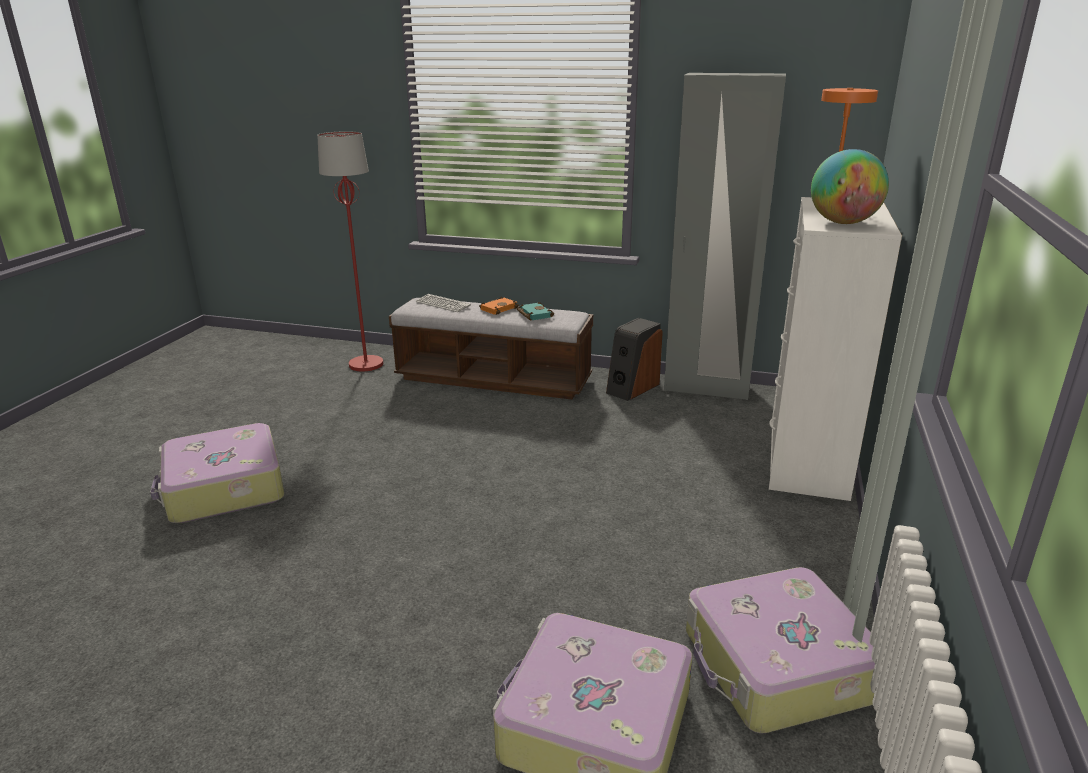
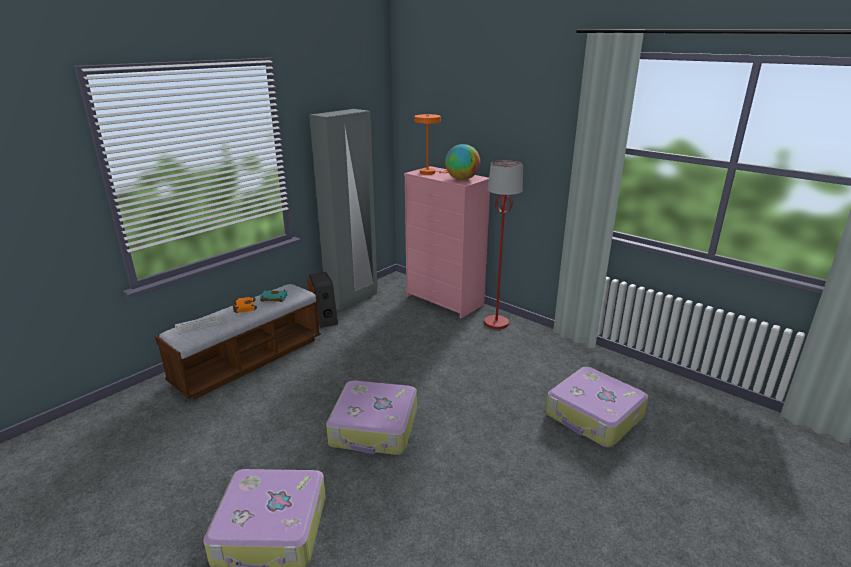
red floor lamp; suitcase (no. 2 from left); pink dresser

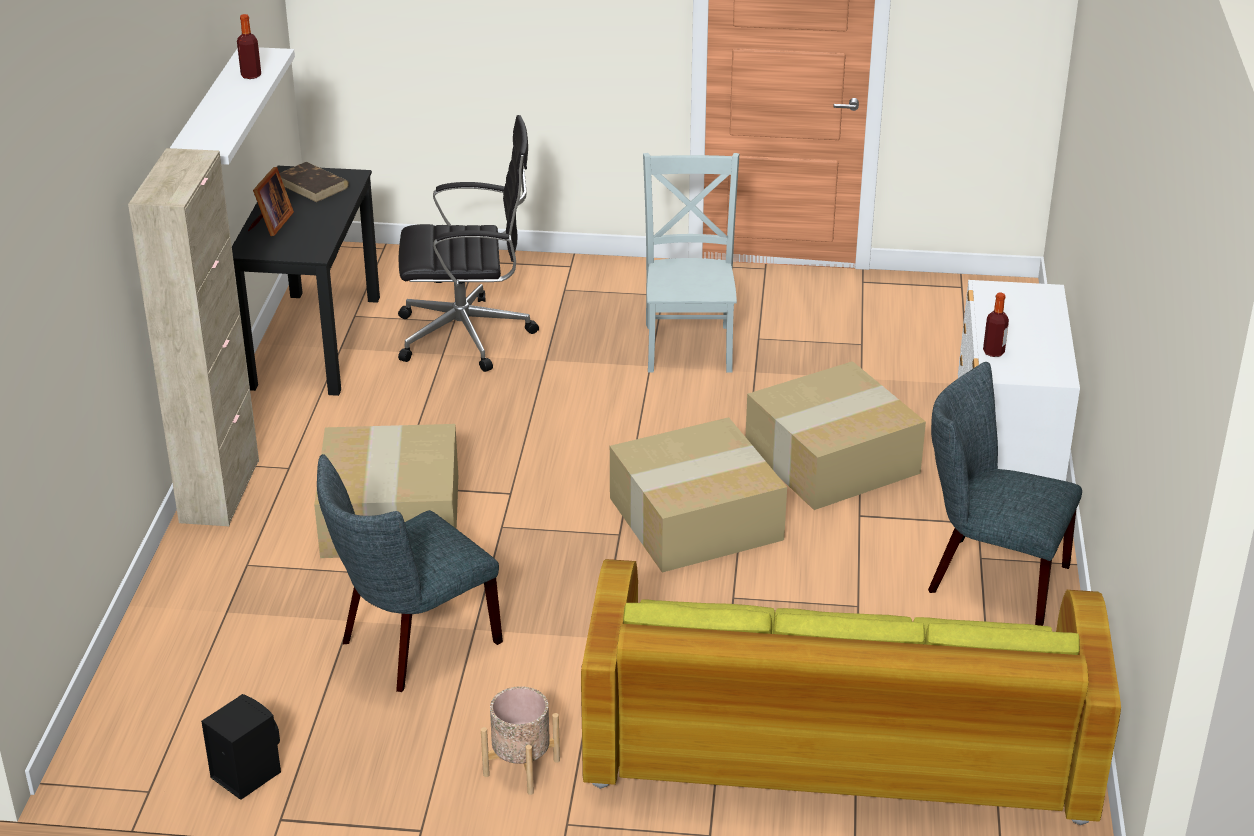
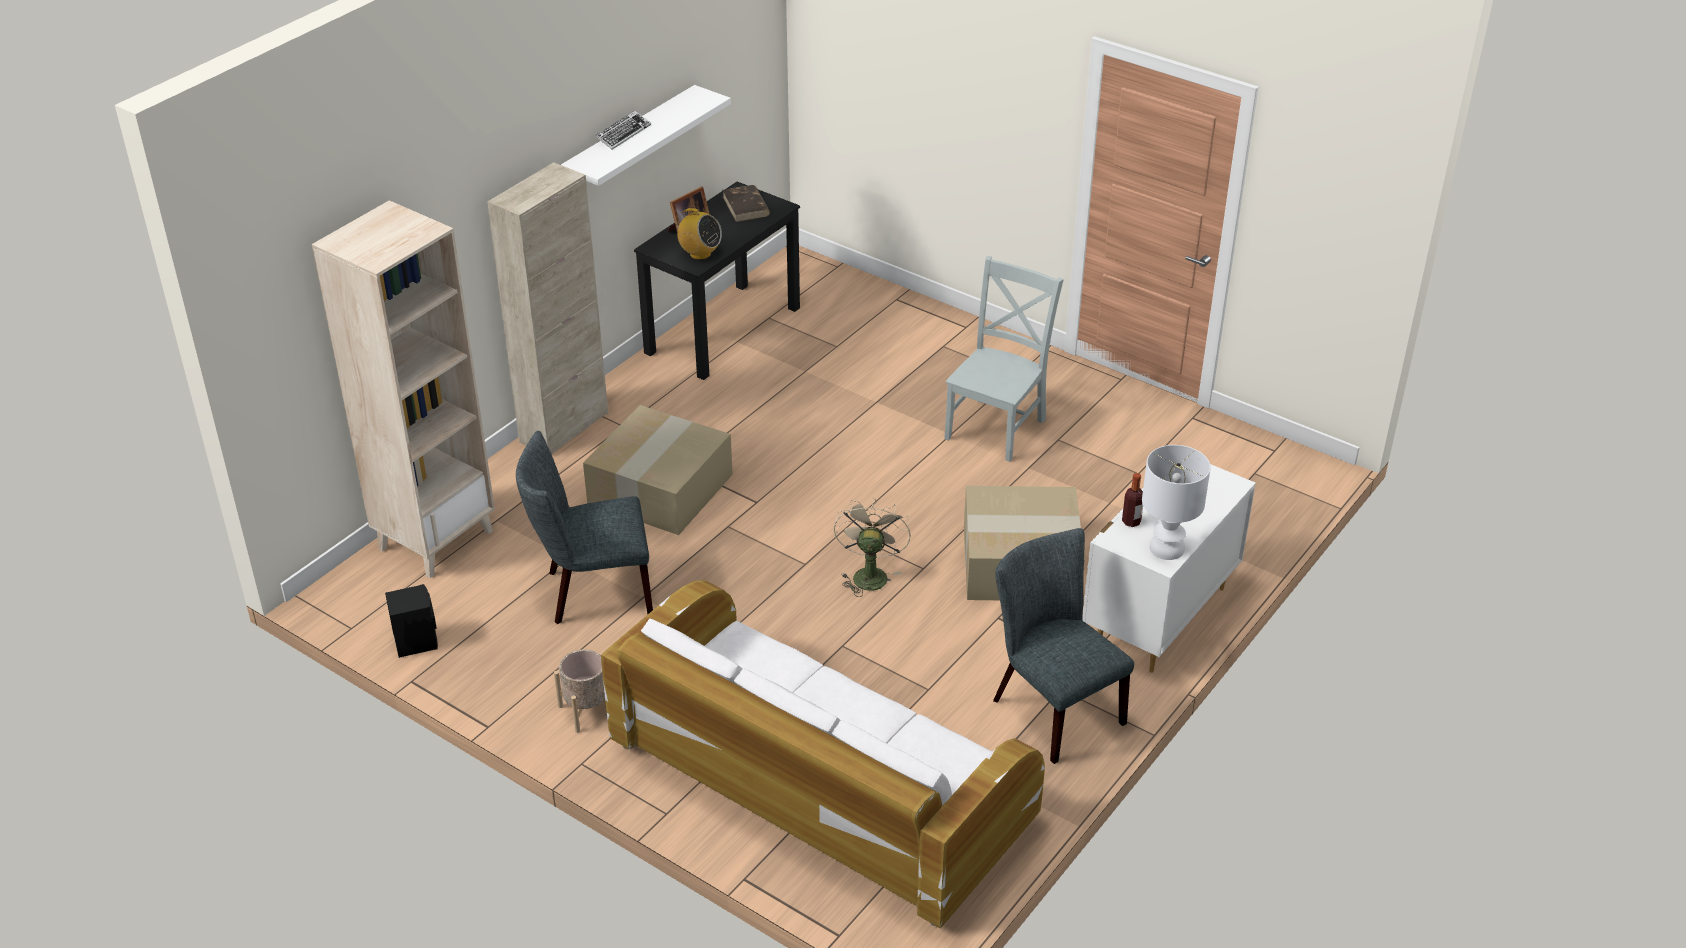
bottle (no. 1 from left in the first image); black office chair; beige bookcase; keyboard; radio; white table lamp; beige fan; white sofa

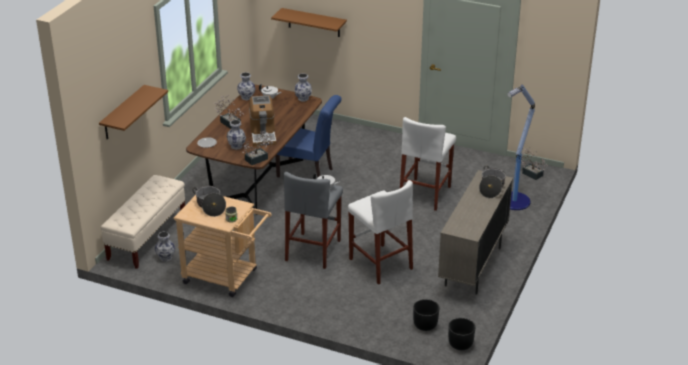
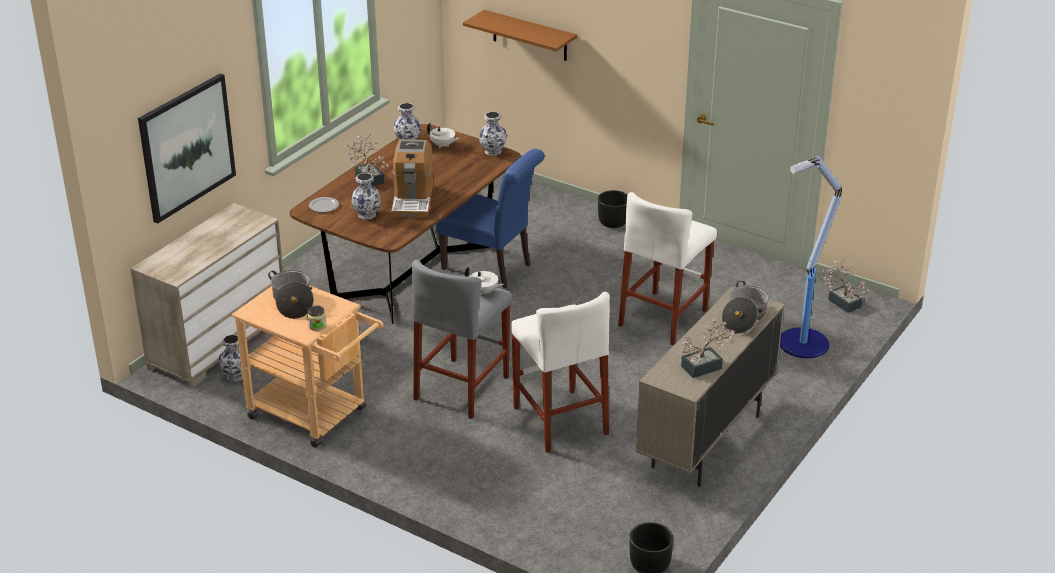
potted plant (no. 2 from left); black planter (no. 1 from left); picture; beige dresser

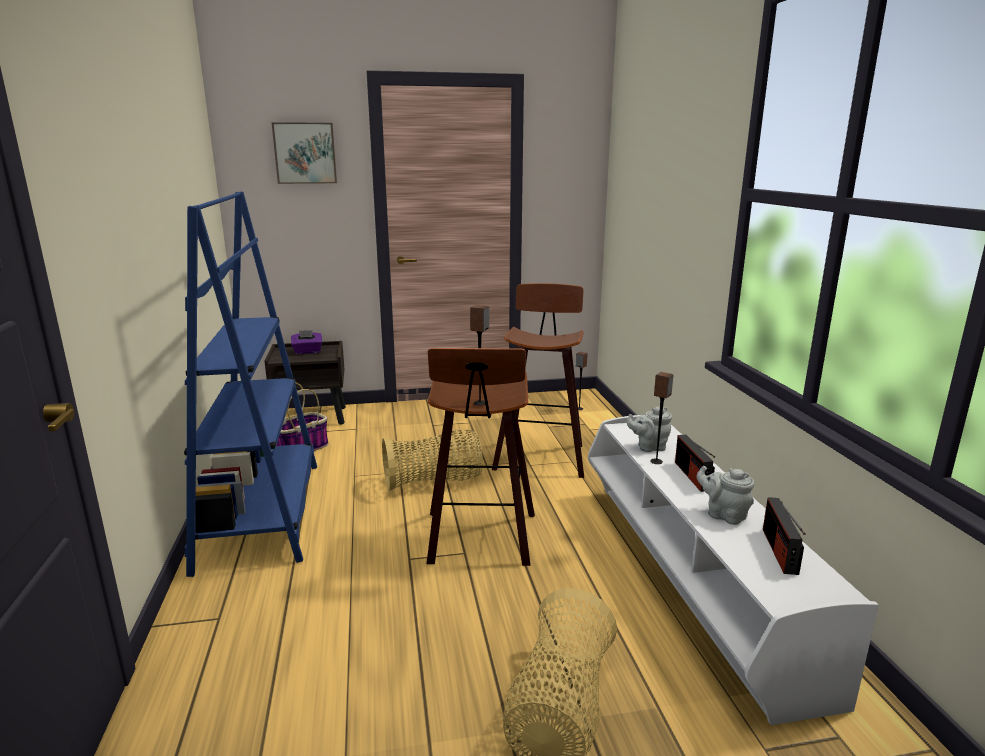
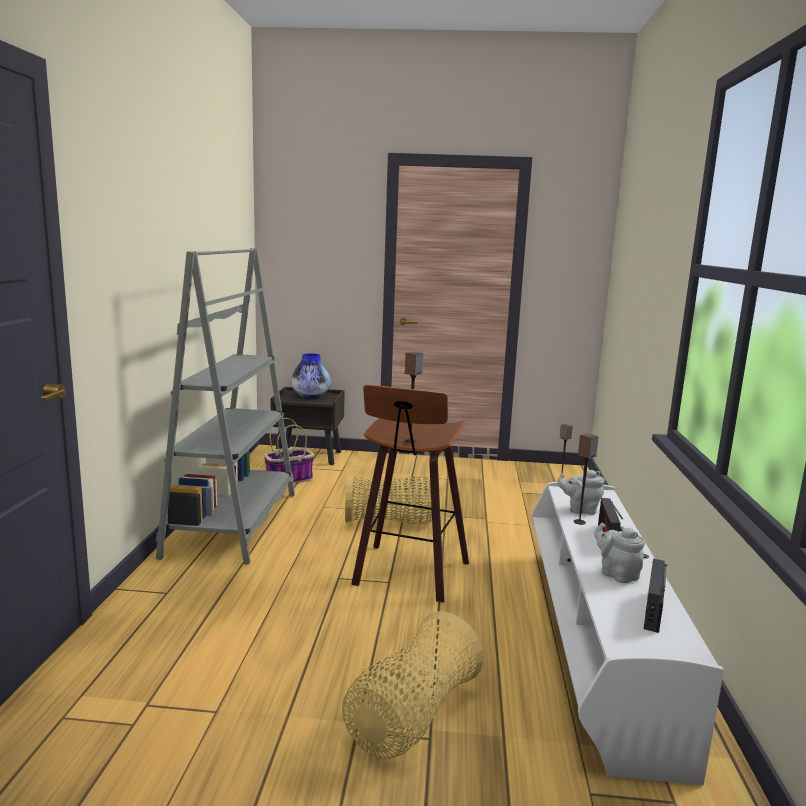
picture; stool (no. 2 from left in the first image); vase; grey bookcase

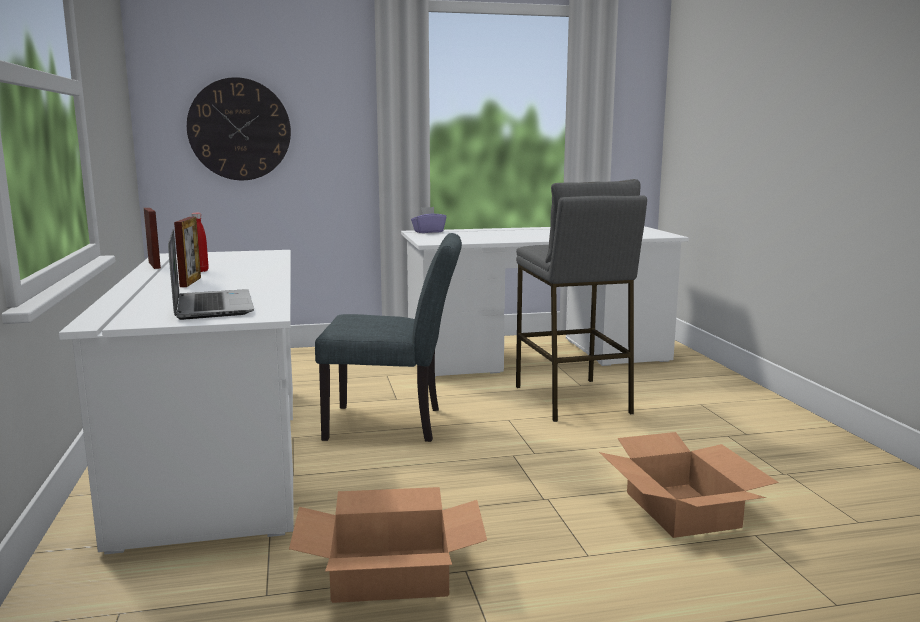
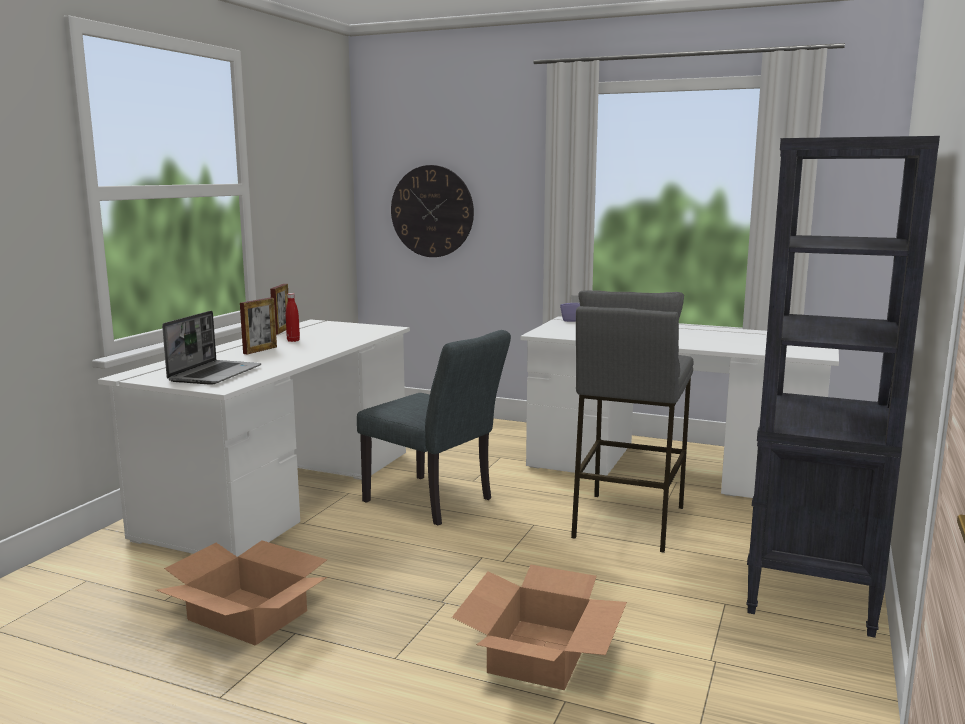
black bookcase

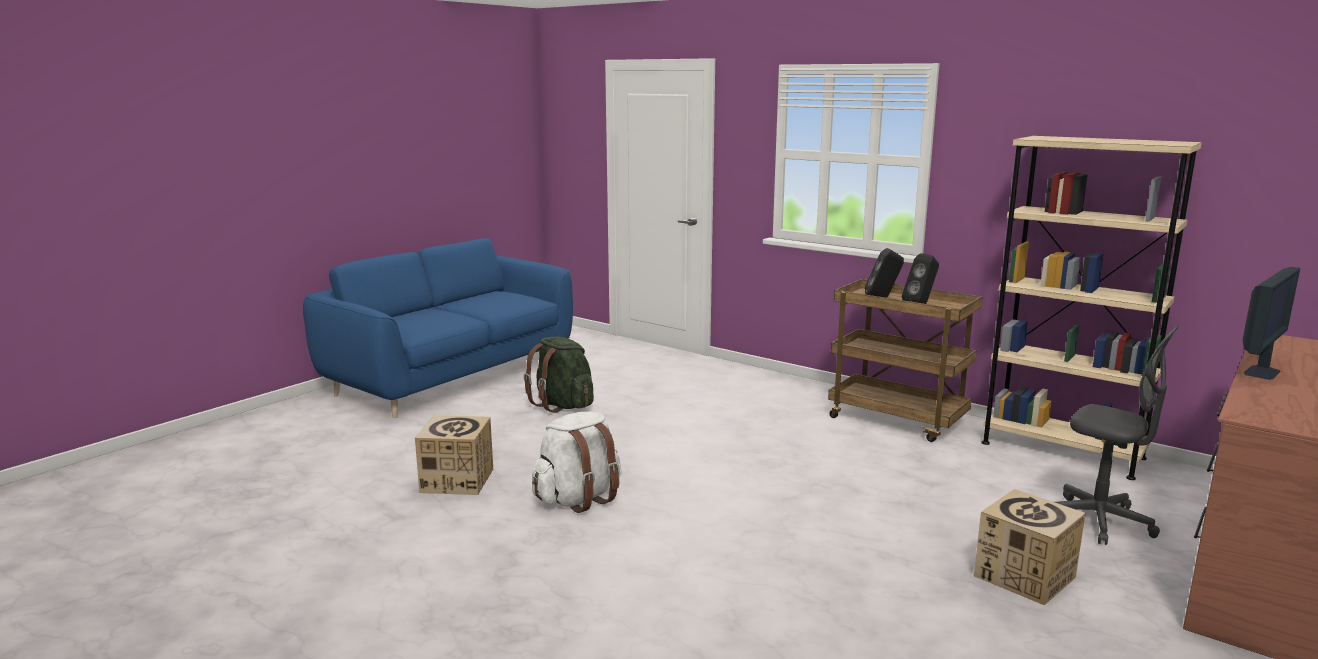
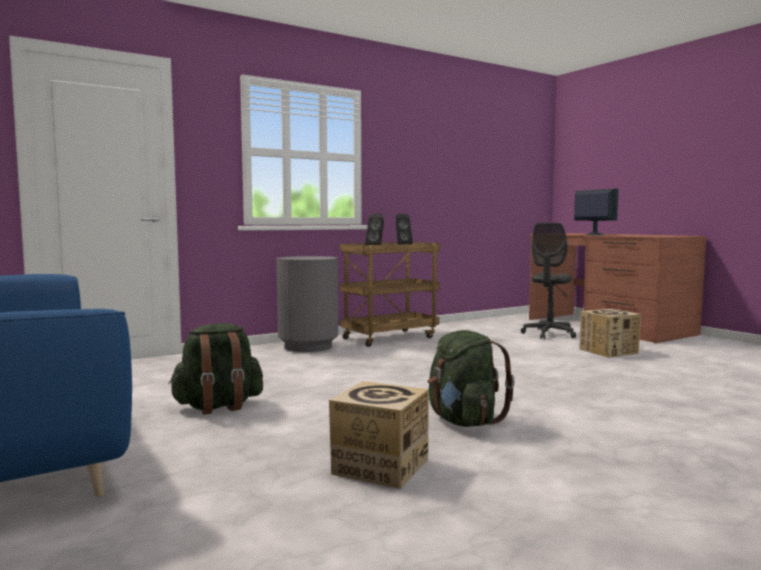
beige bookcase; grey trash can; green backpack (no. 2 from left); grey office chair

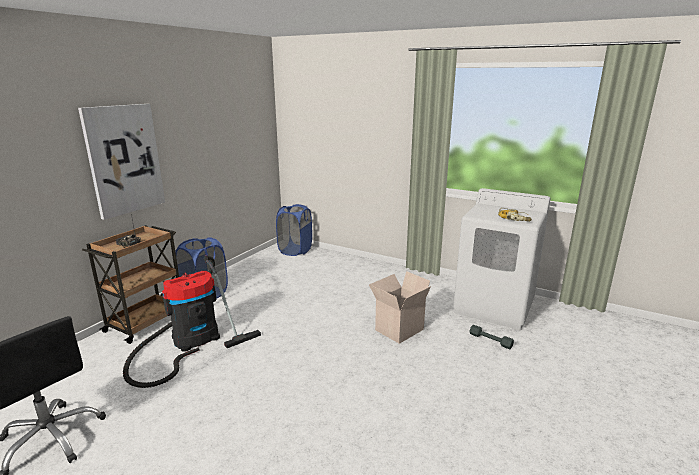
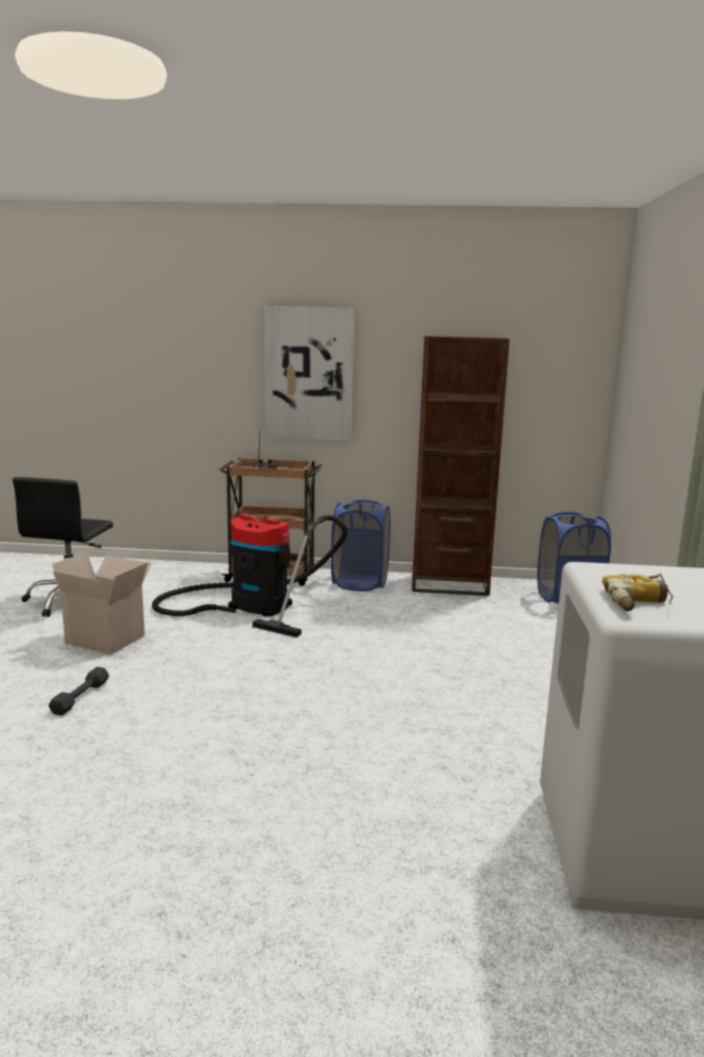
brown bookcase; cardboard box; grey dumbbell

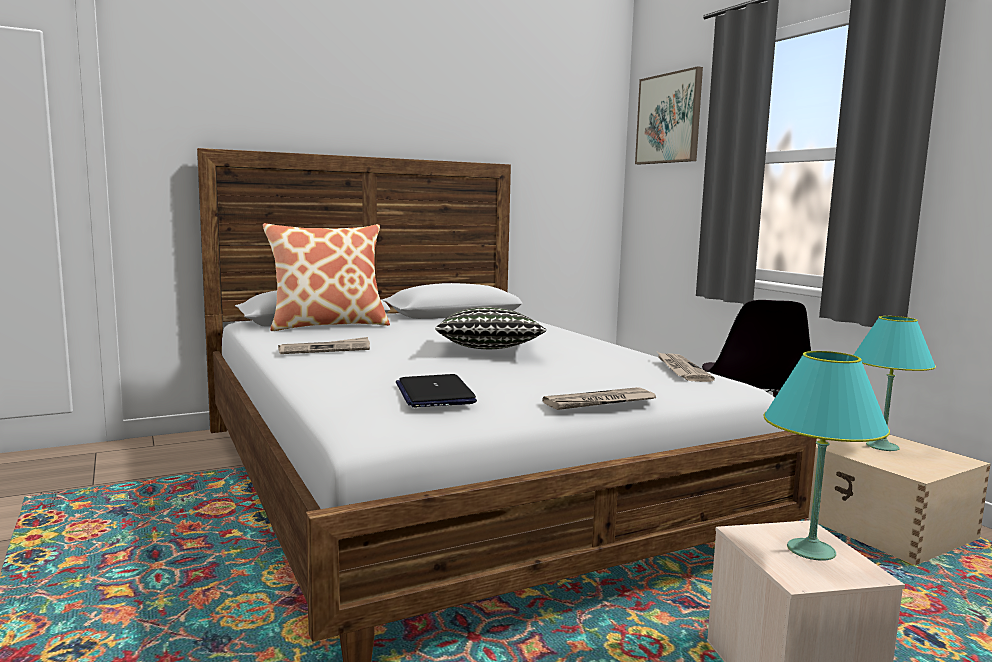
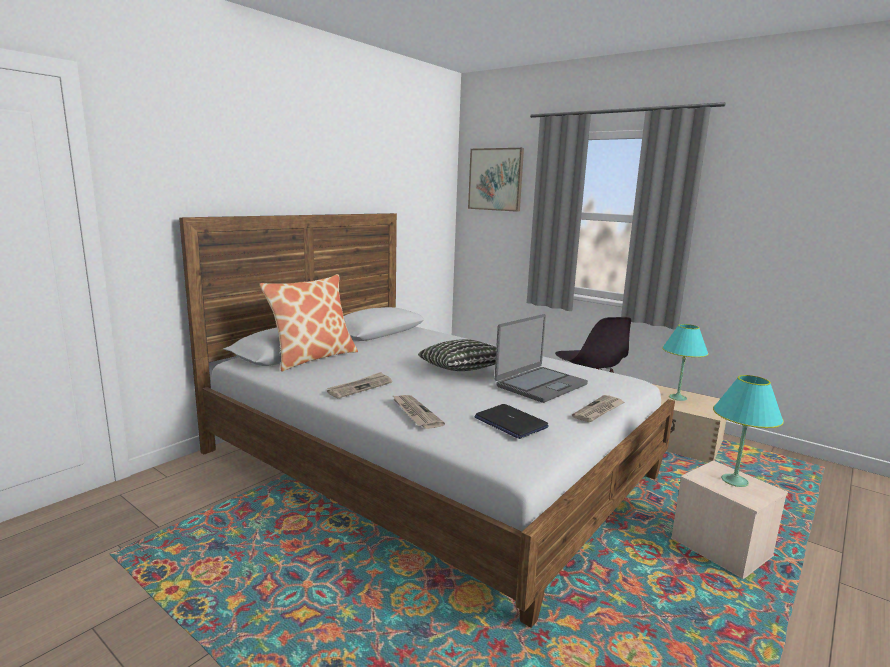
laptop (no. 2 from left); newspaper (no. 2 from left)

